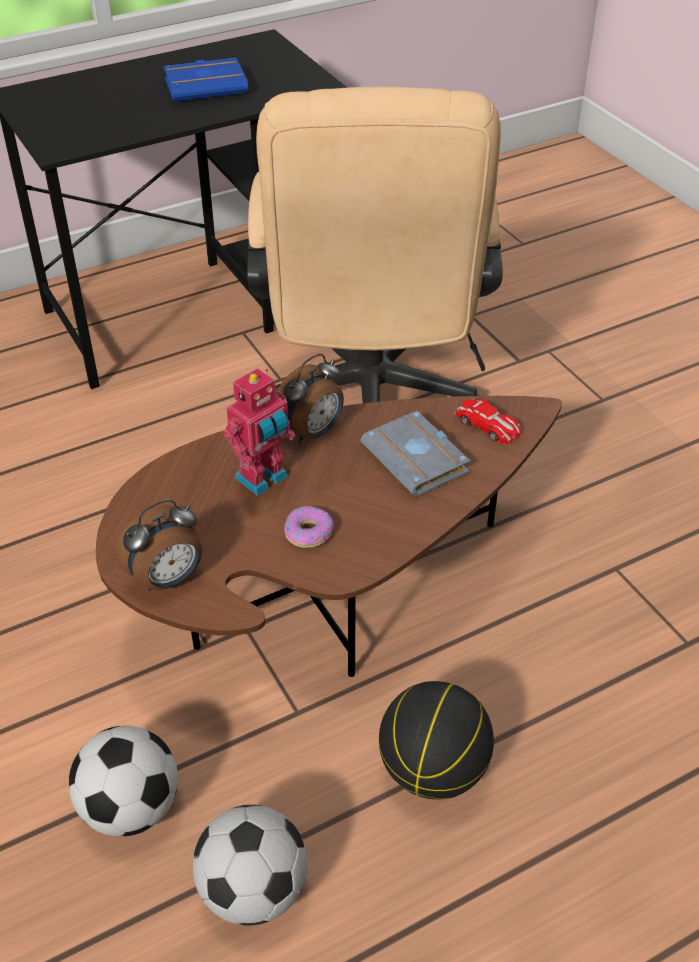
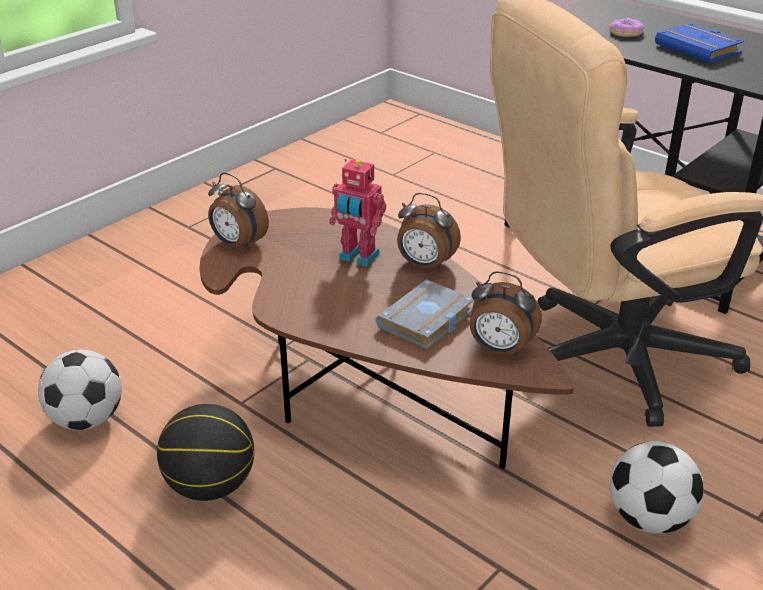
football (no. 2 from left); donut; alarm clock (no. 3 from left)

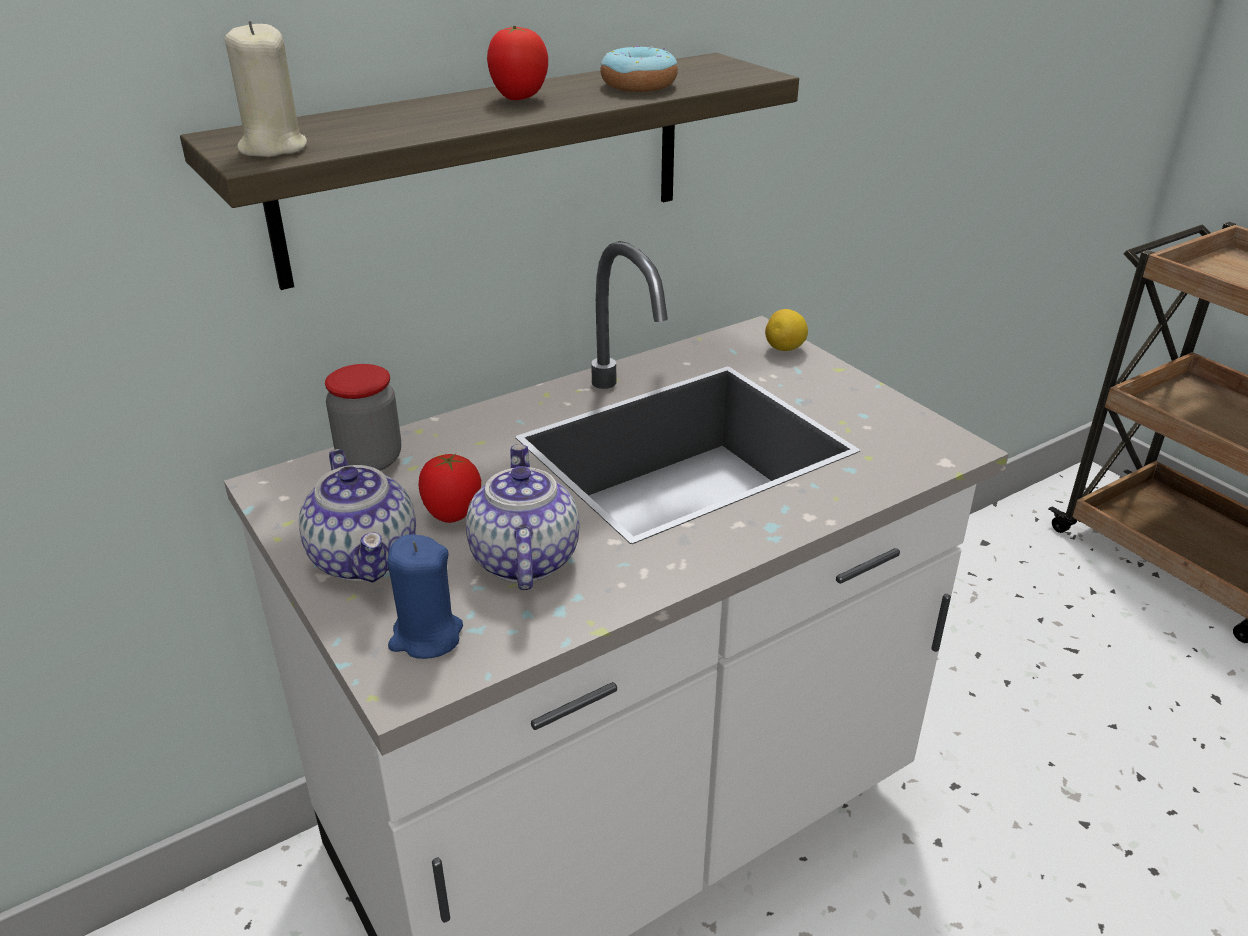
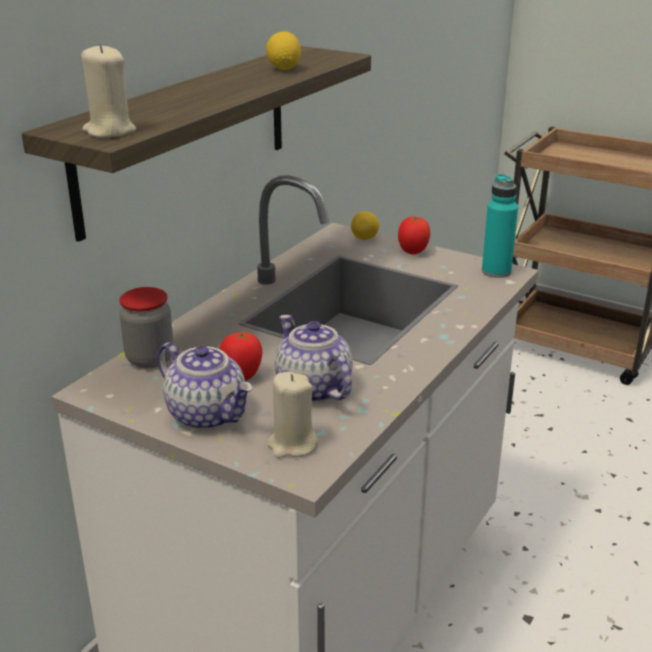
turquoise bottle; tomato (no. 2 from left); lemon (no. 1 from left); beige candle (no. 2 from left)

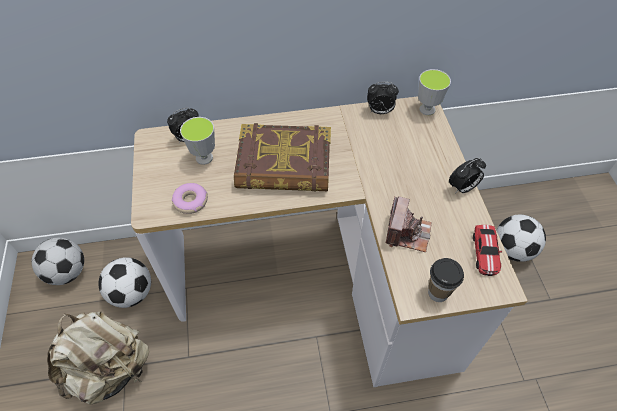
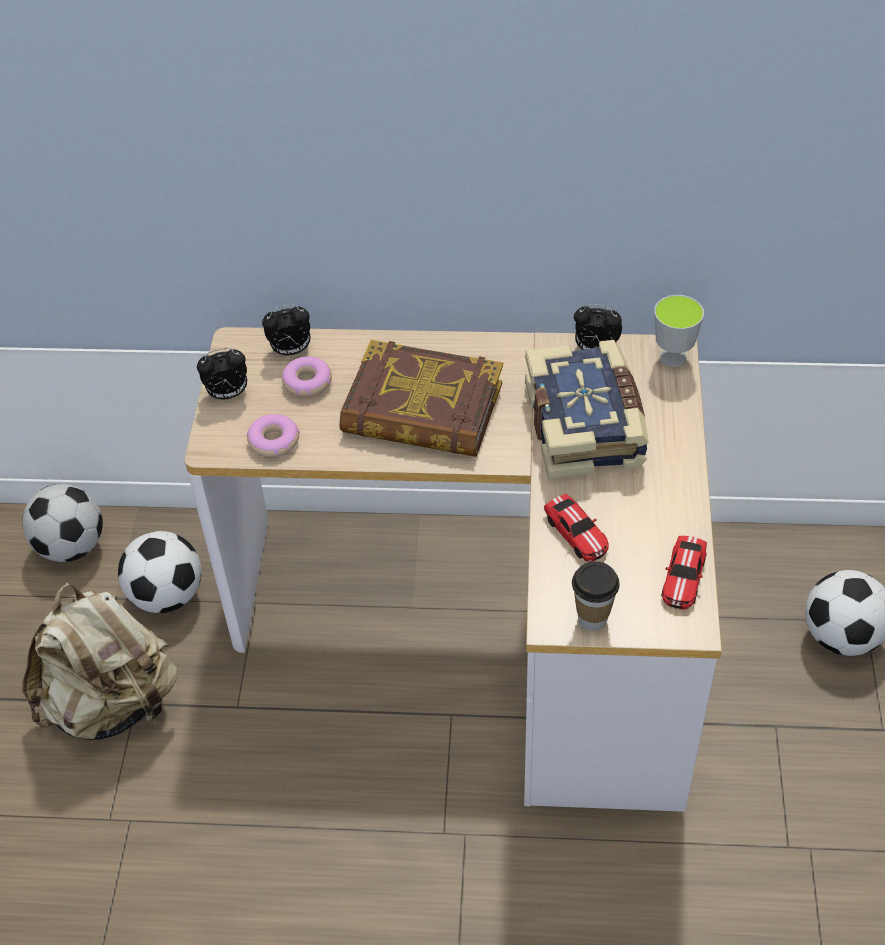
book (no. 2 from left); alarm clock (no. 1 from left); donut (no. 2 from left); toy car (no. 1 from left)

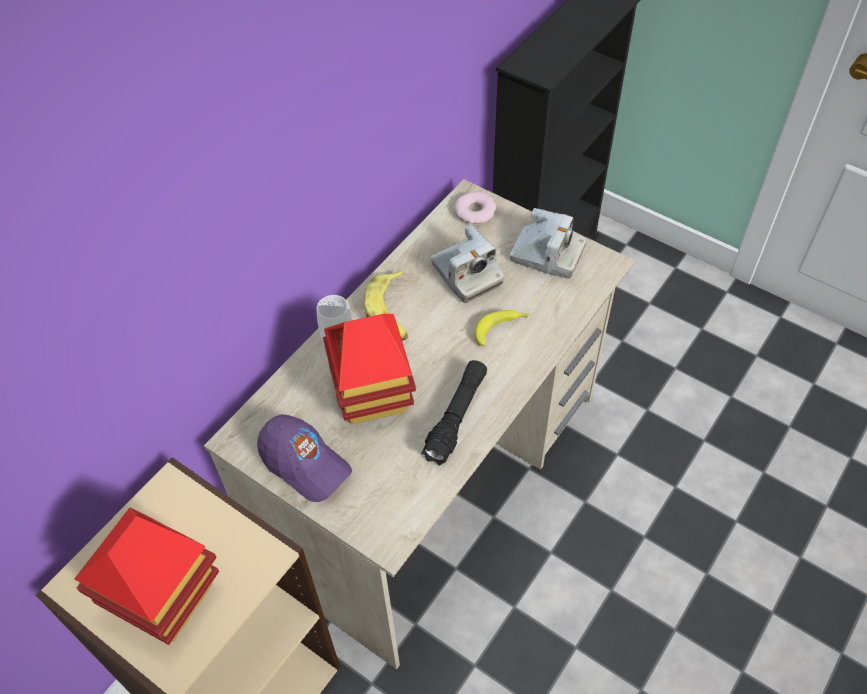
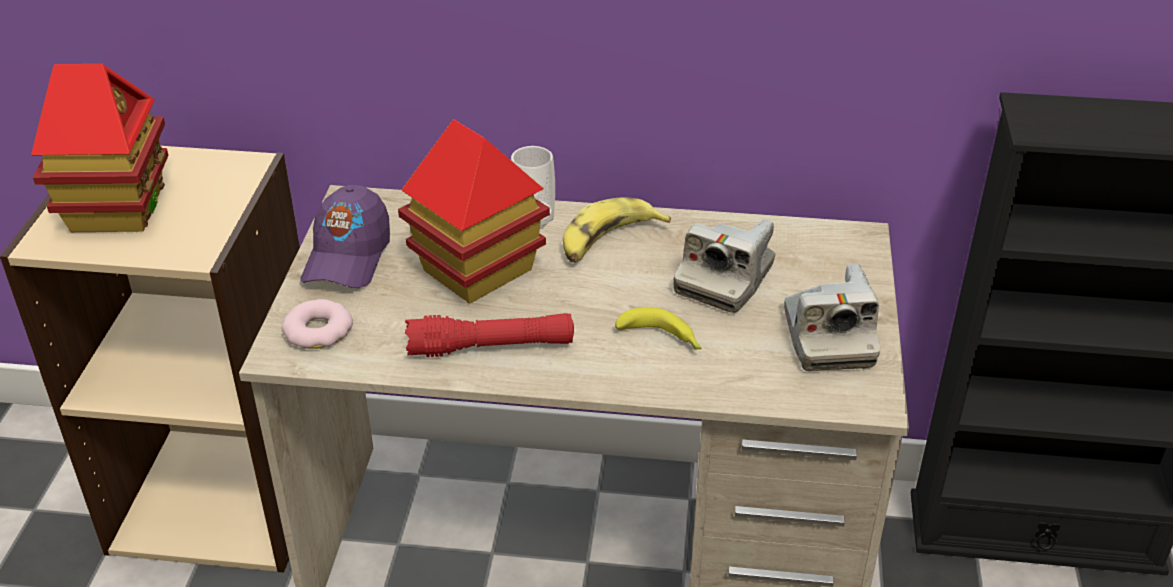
donut; red flashlight

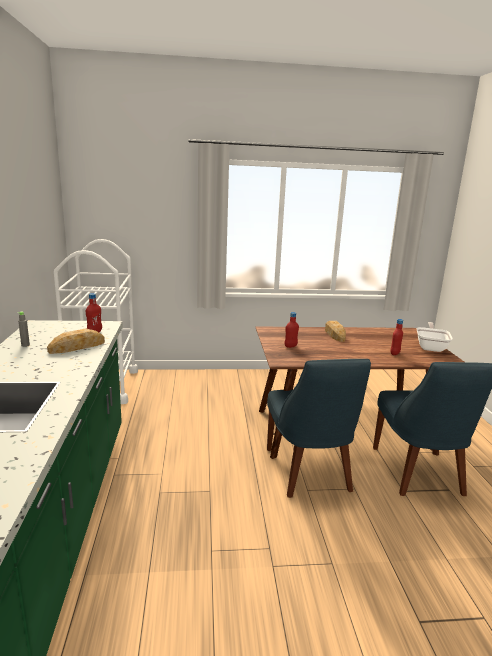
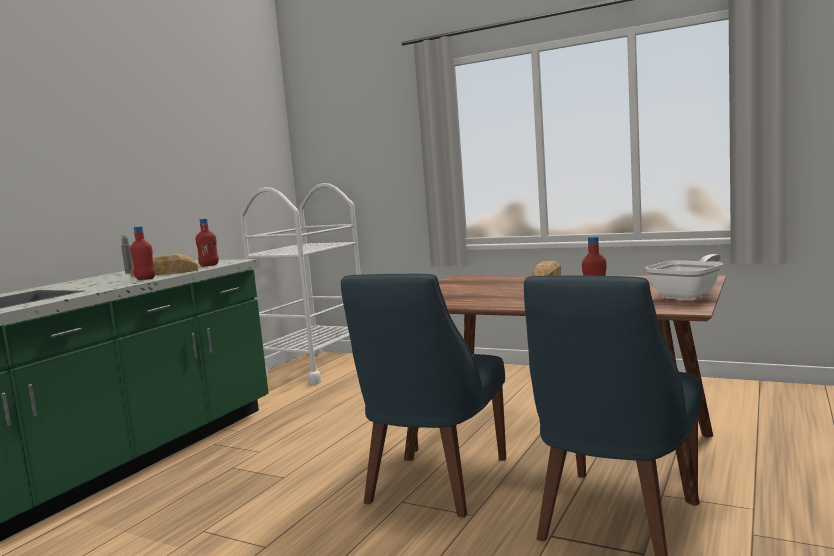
red bottle (no. 1 from left)

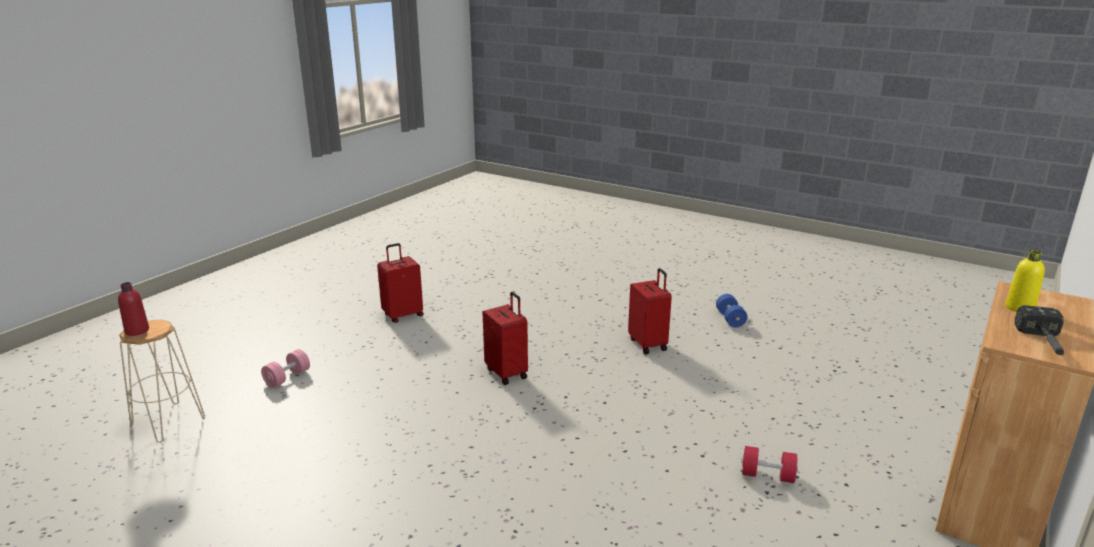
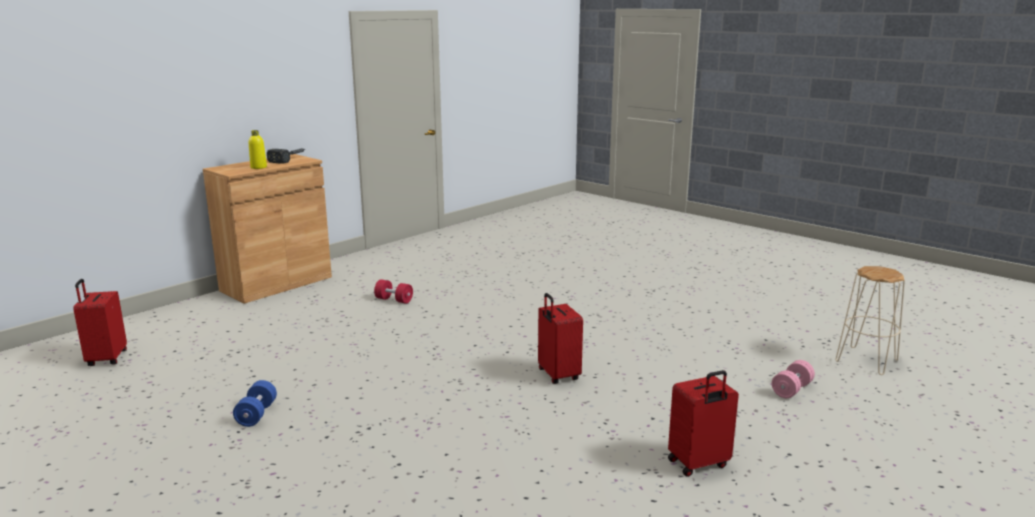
red bottle; red suitcase (no. 1 from left)

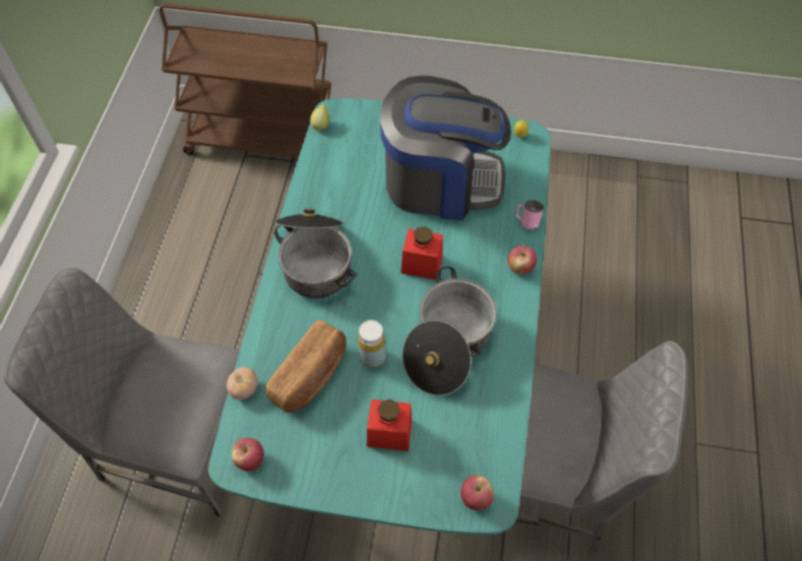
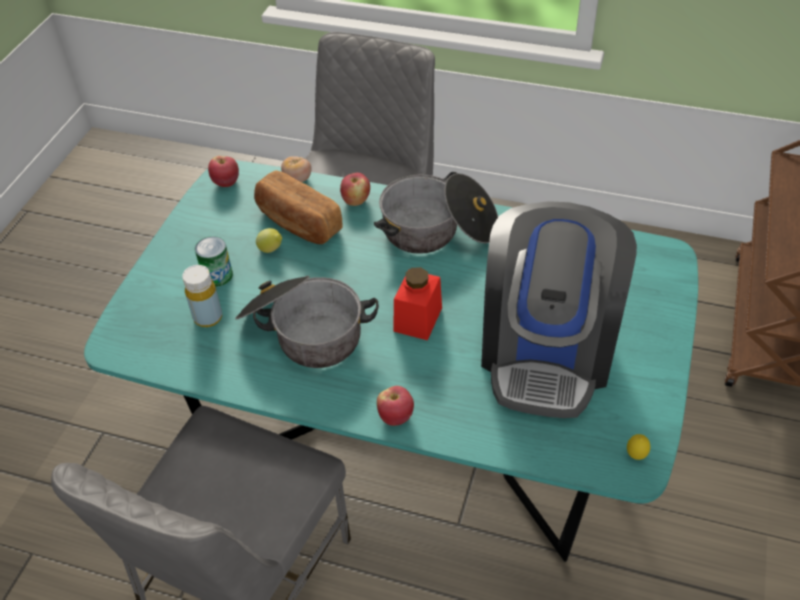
pink mug; lemon (no. 1 from left); yellow bottle; apple (no. 2 from left); can

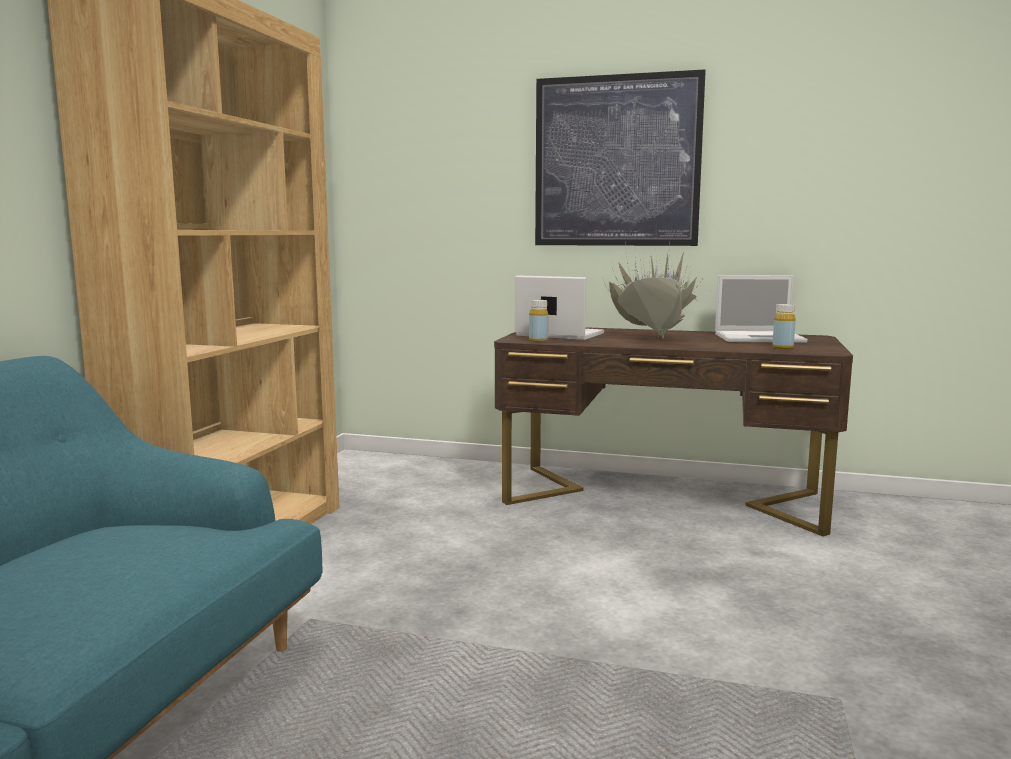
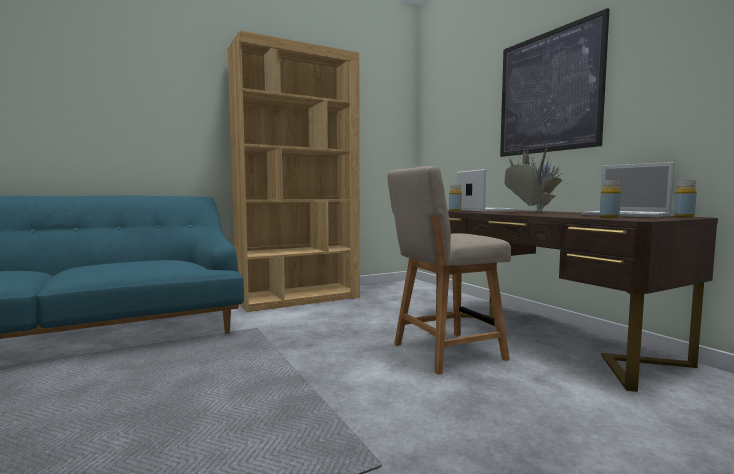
beige chair; yellow bottle (no. 3 from left)

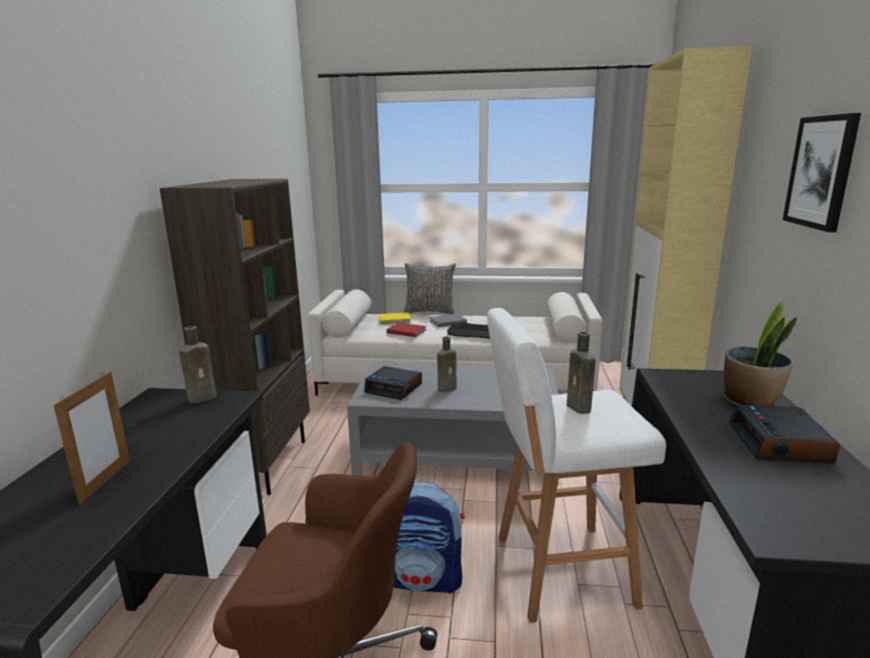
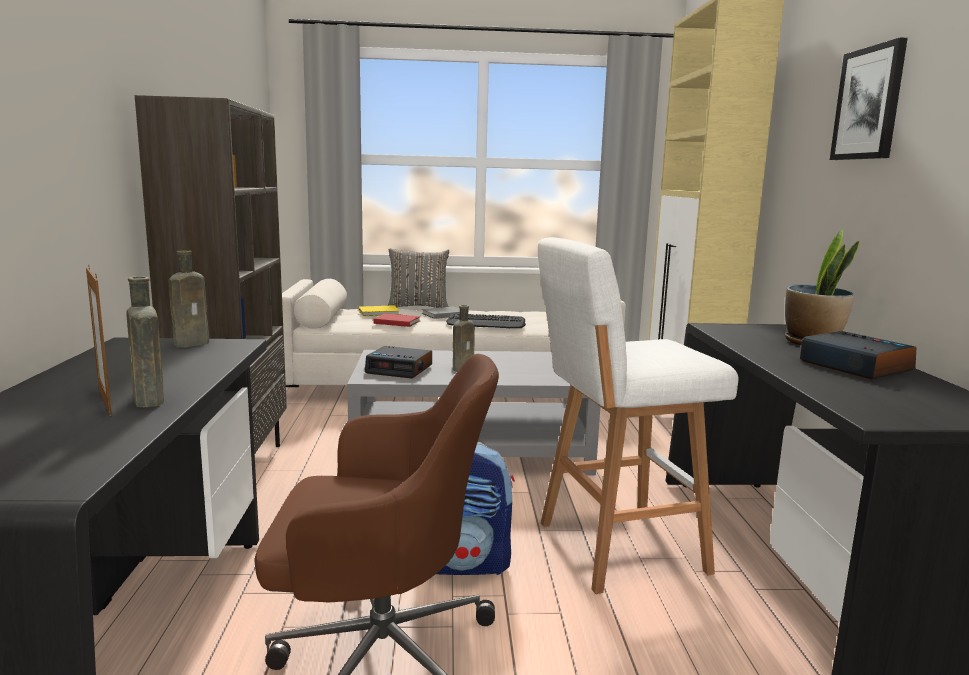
brown bottle (no. 1 from left); picture frame; alarm clock (no. 2 from left)

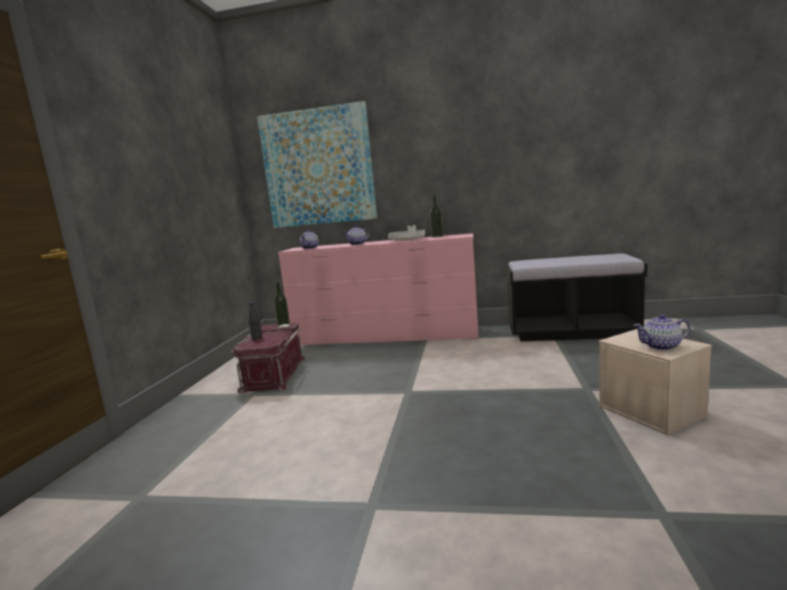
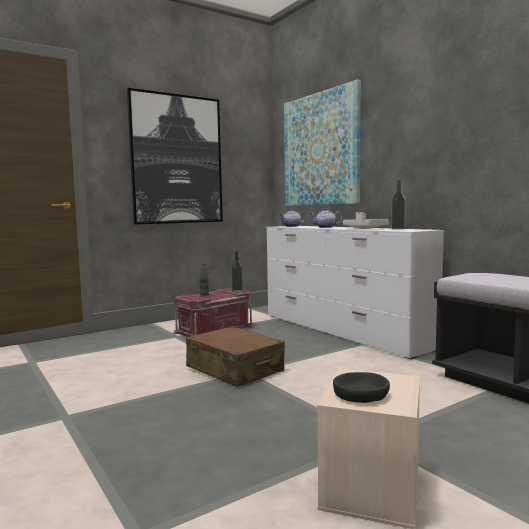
picture (no. 1 from left); brown suitcase; black bowl; white dresser

